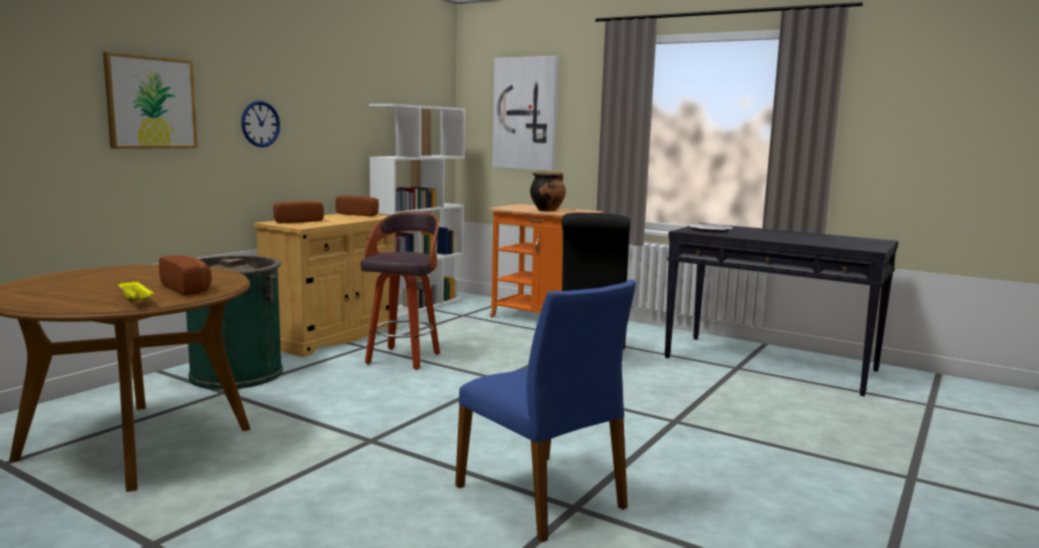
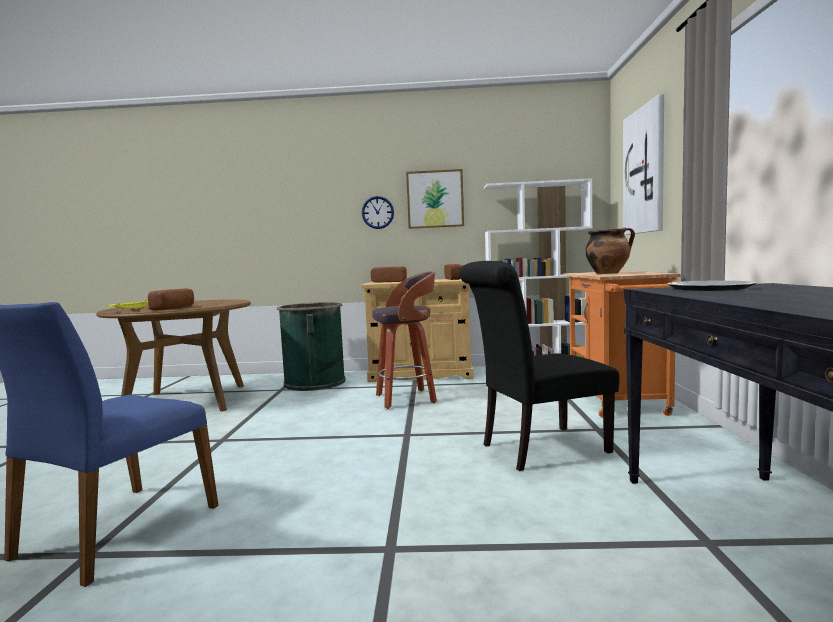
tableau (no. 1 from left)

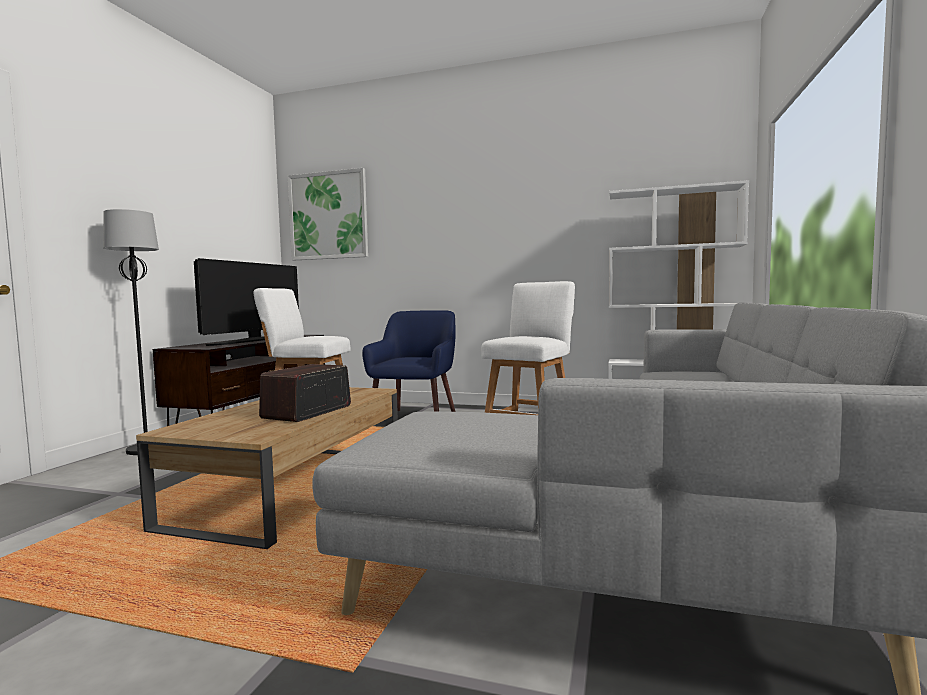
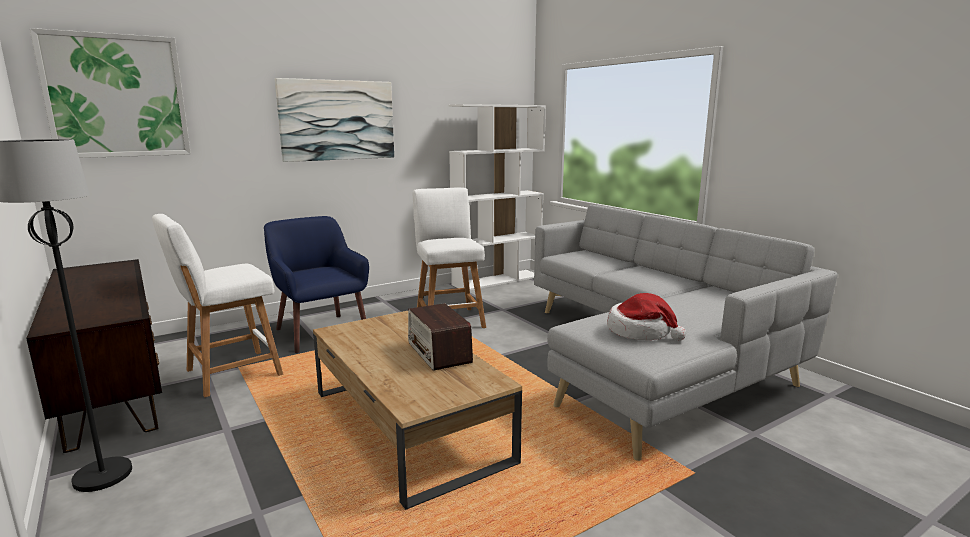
téléviseur
tableau (no. 2 from left)
chapeau

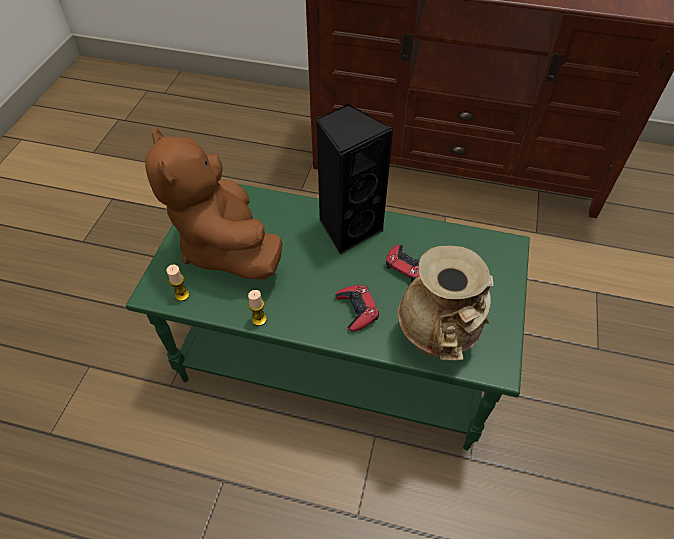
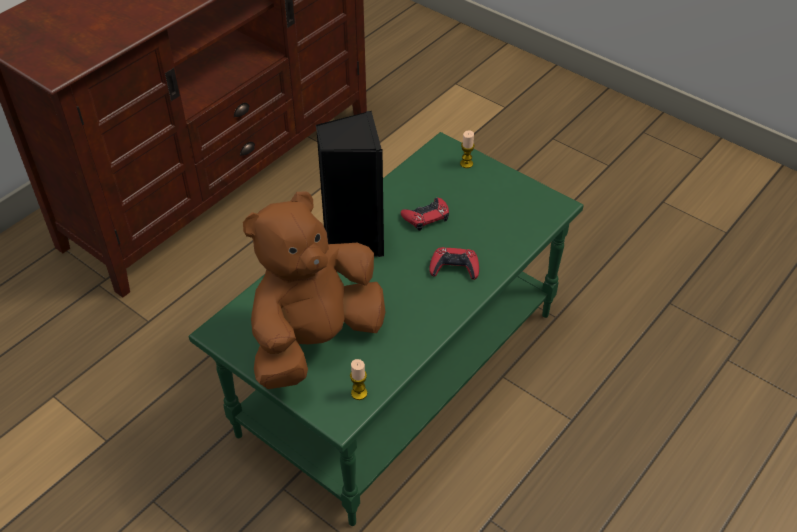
peluche (marron)
vase (beige)
bougie (no. 2 from left)

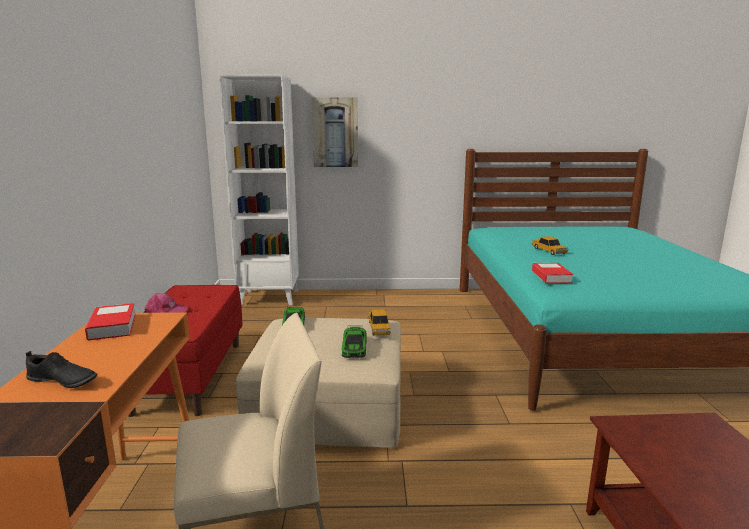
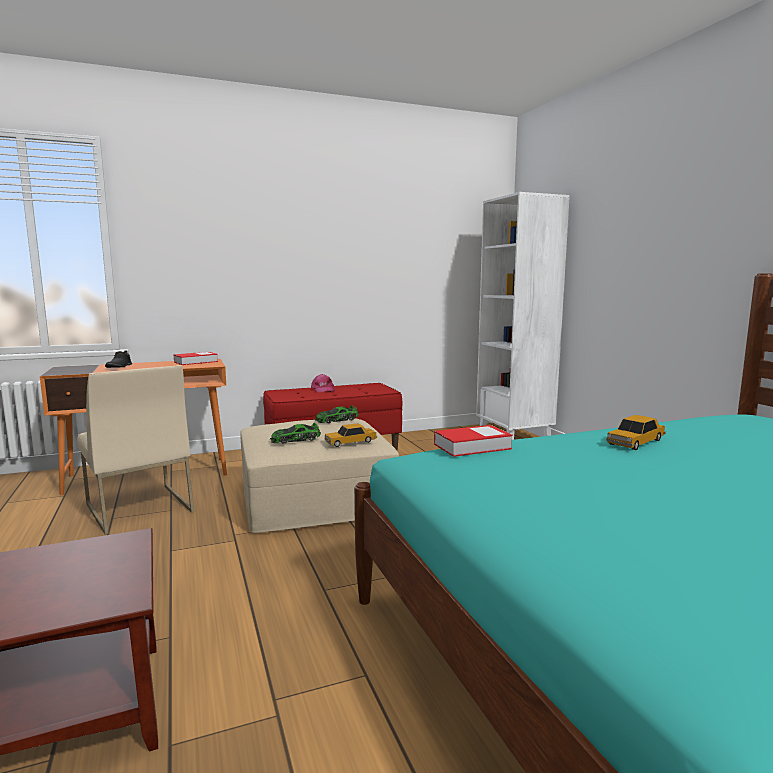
tableau

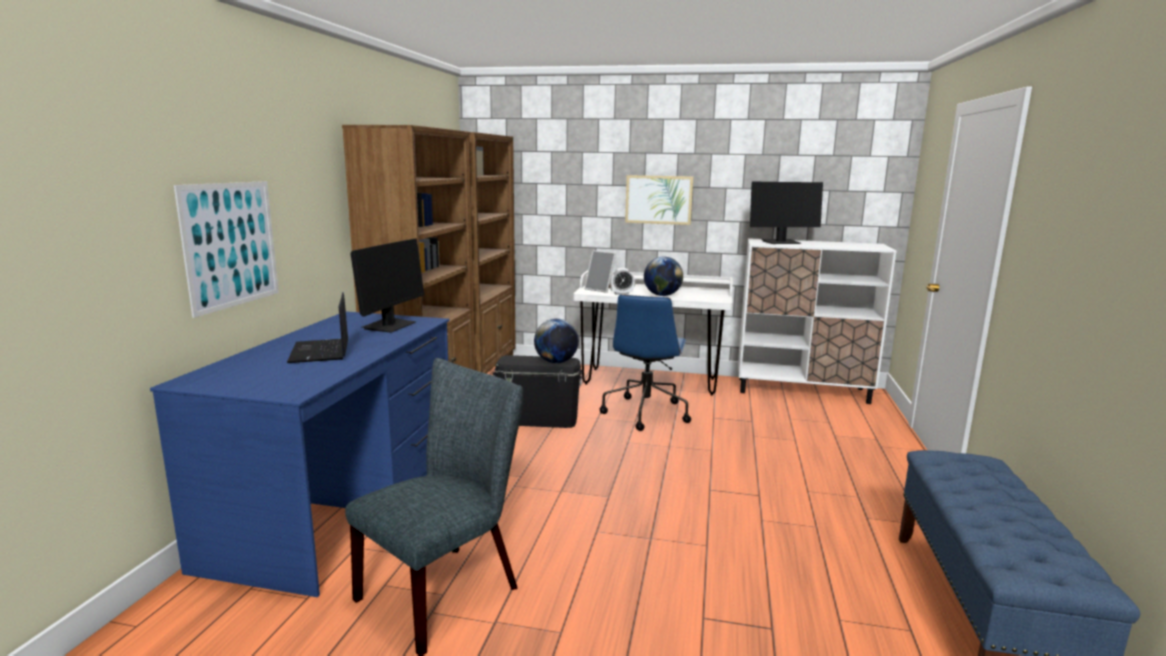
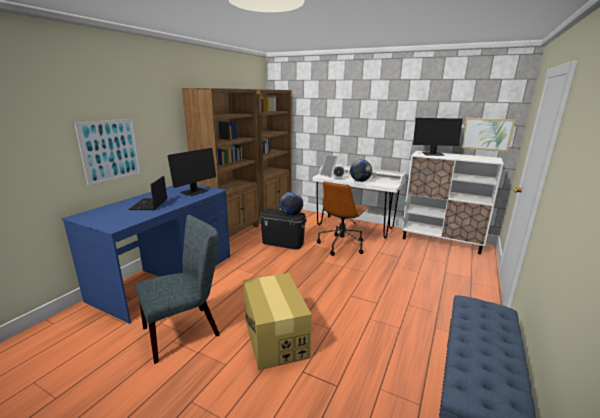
tableau (no. 2 from left)
chaise de bureau (marron)
carton

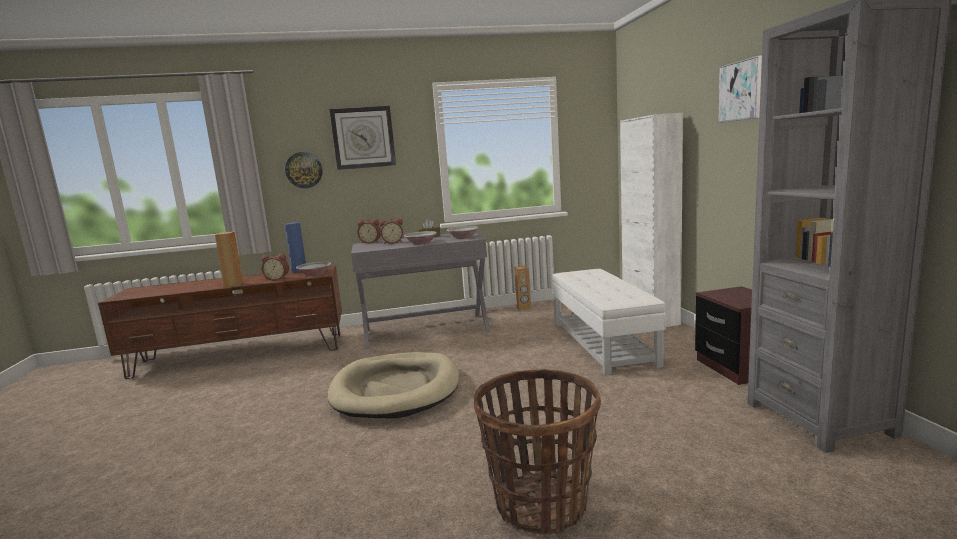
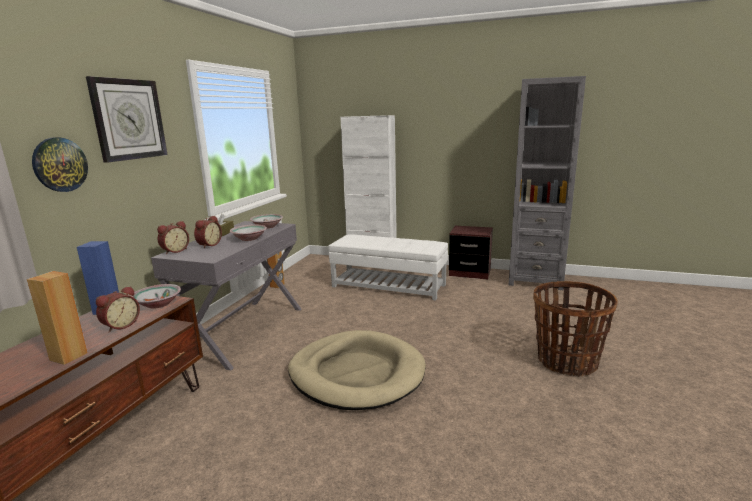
tableau

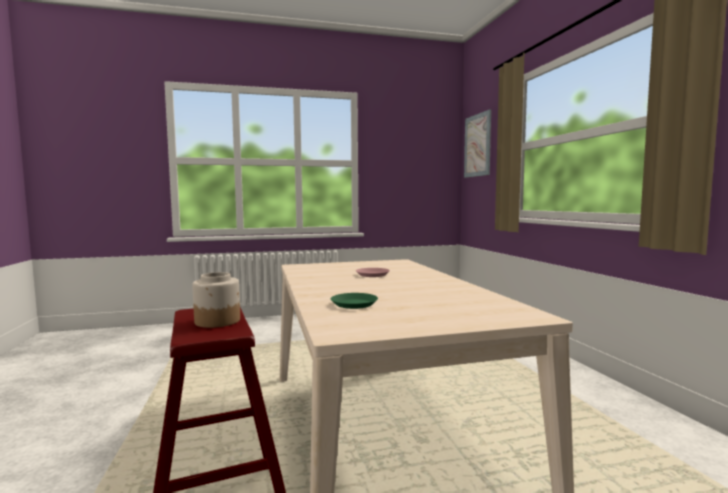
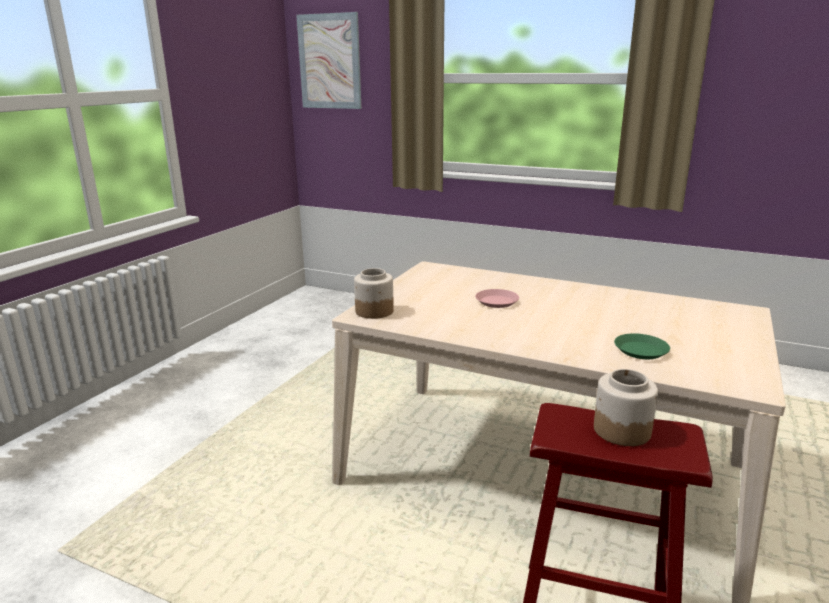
bocal (no. 1 from left)

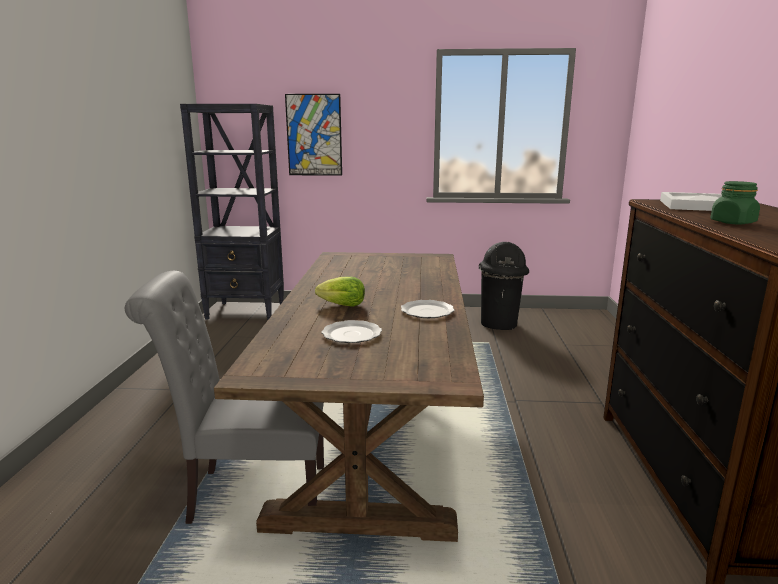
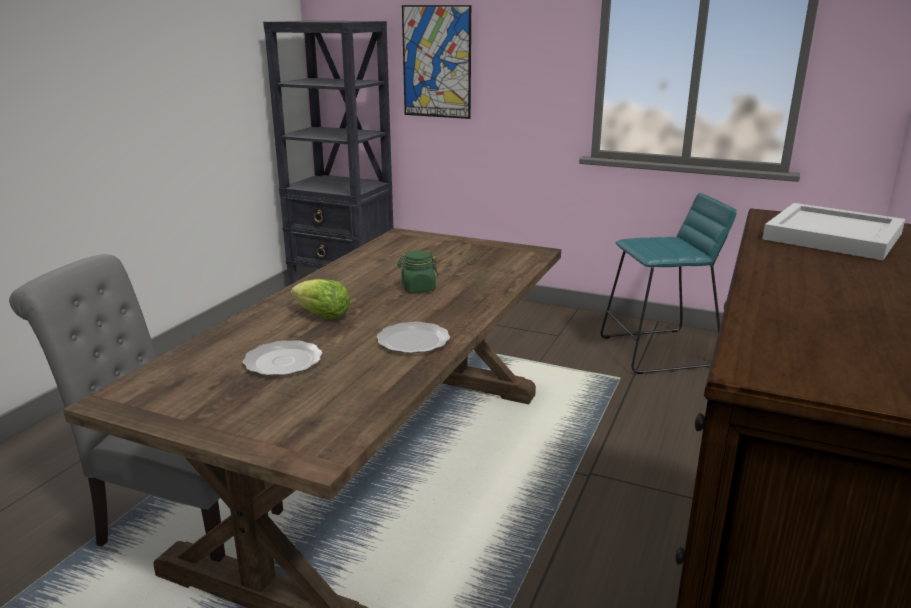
bocal (vert)
tabouret (turquoise)

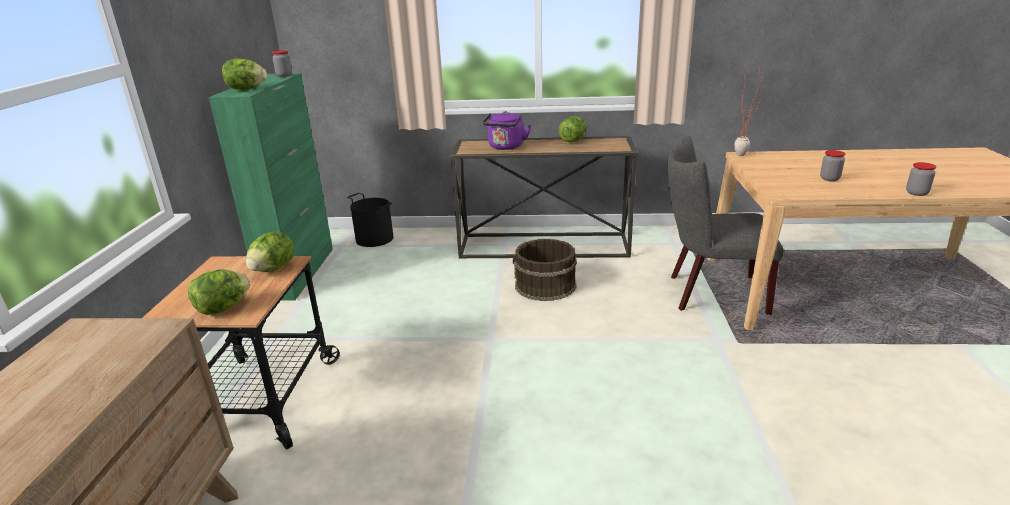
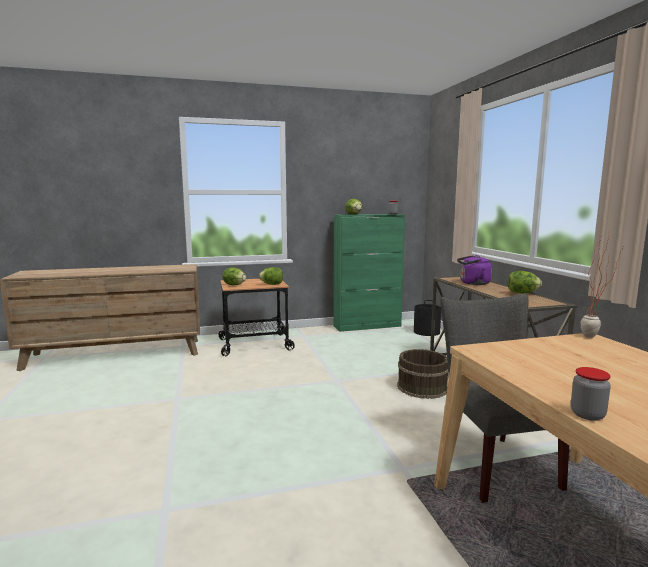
bocal (no. 2 from left in the first image)

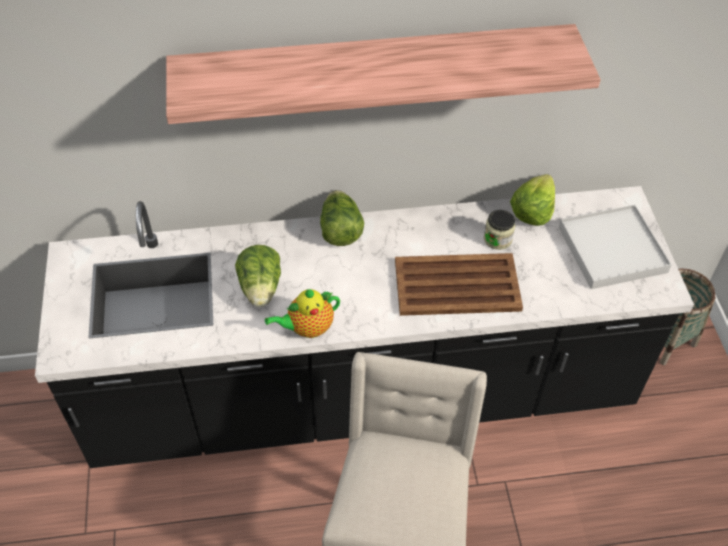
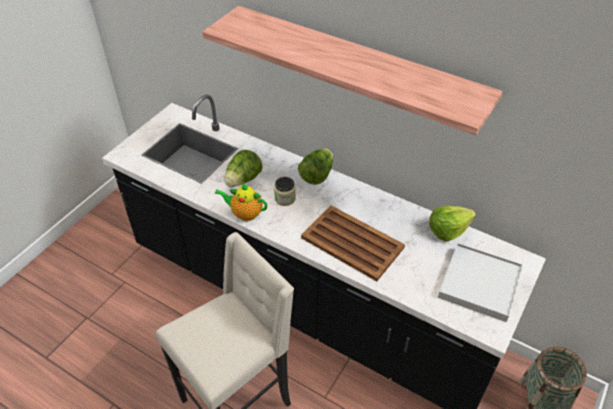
bocal

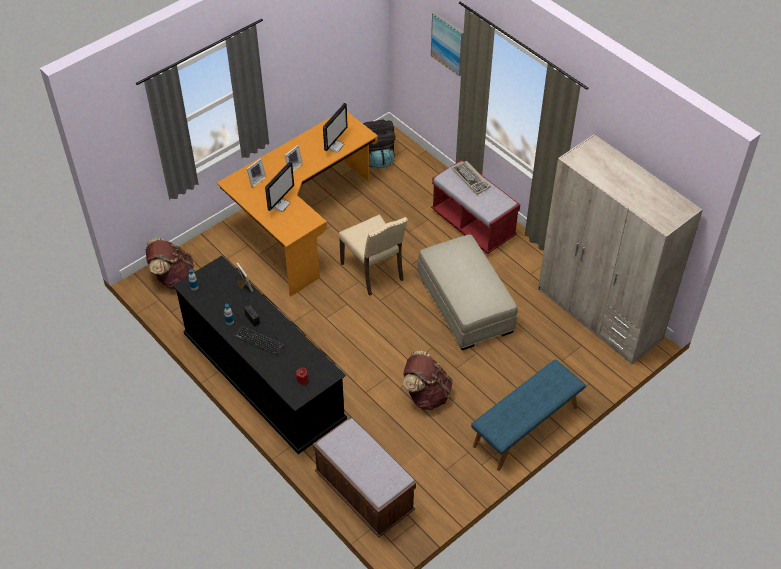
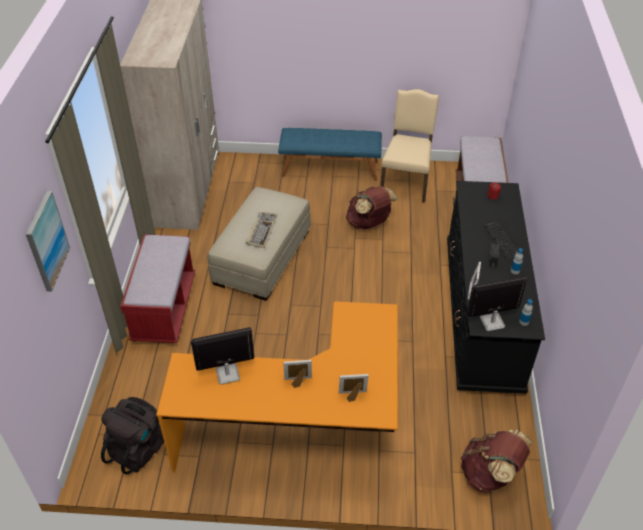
écran d'ordinateur (no. 2 from left)
clavier (no. 1 from left)
chaise (beige)

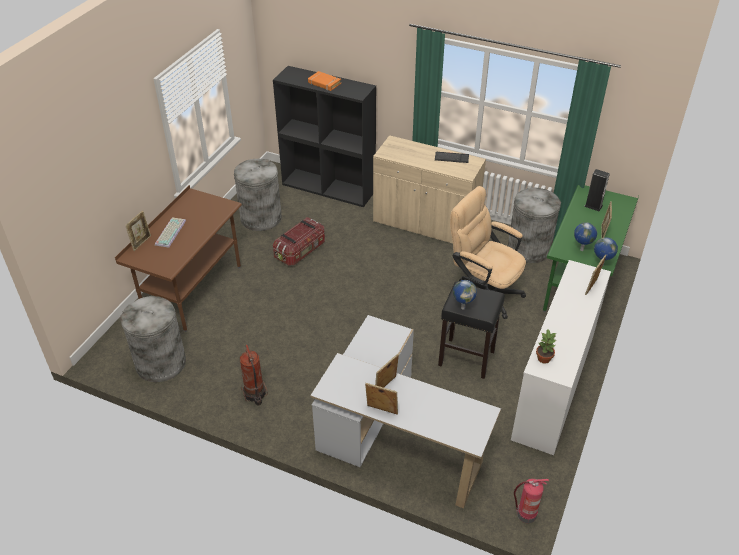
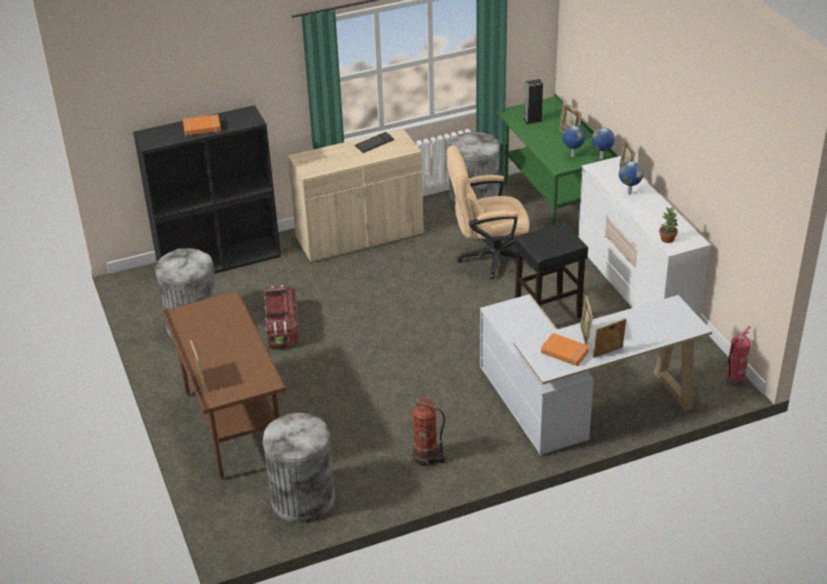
clavier (no. 1 from left in the first image)
globe (no. 3 from left)
livre (orange) (no. 2 from left)

